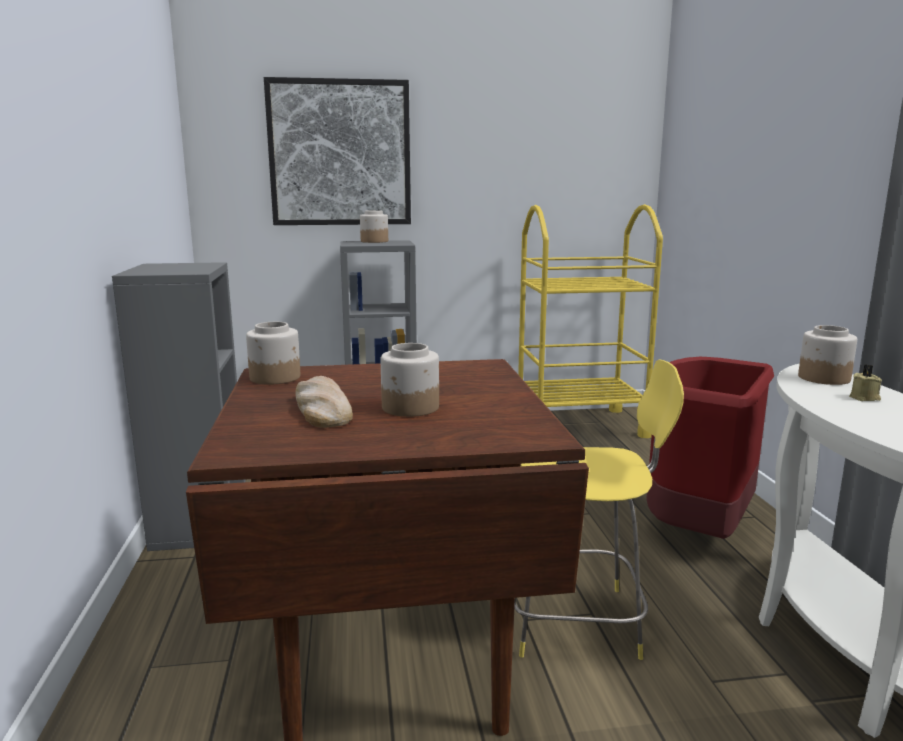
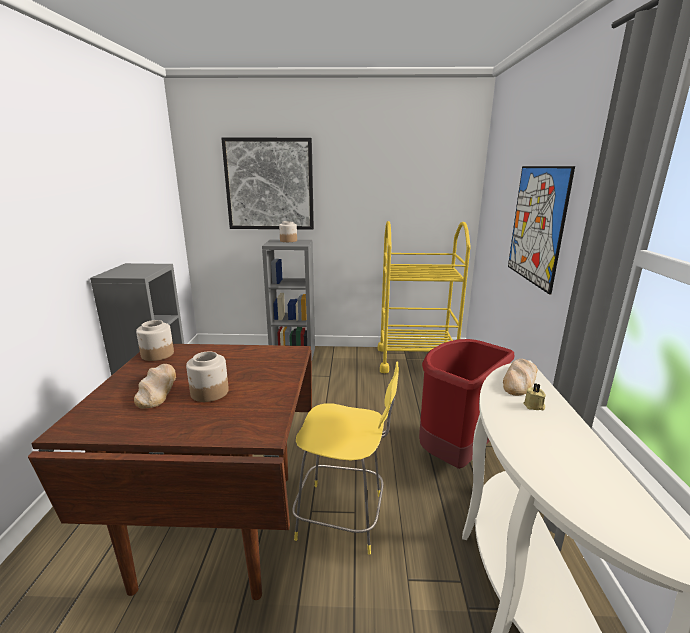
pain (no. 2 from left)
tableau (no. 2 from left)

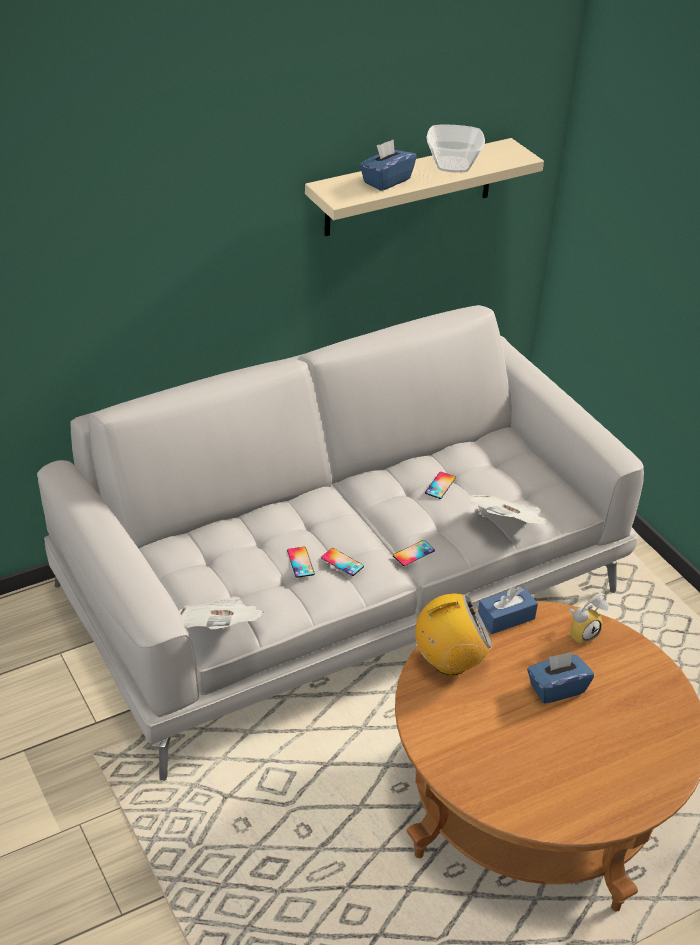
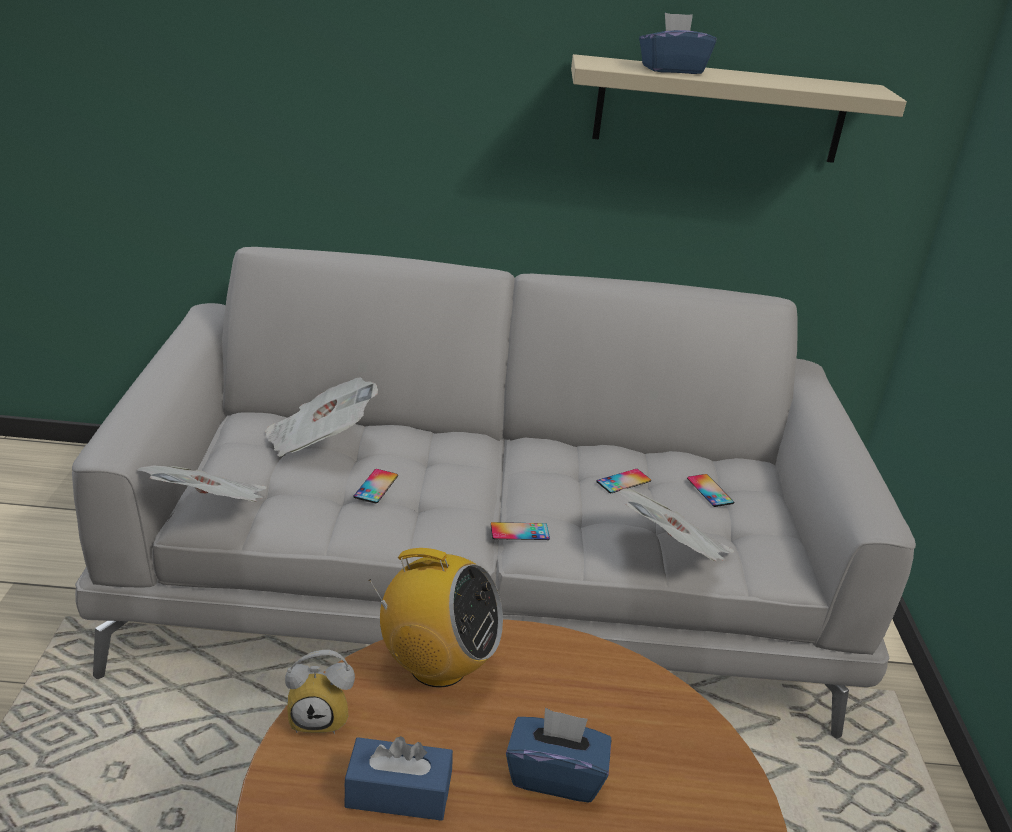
bol
téléphone (no. 4 from left)
boîte à mouchoirs (bleu) (no. 1 from left)
réveil
journal (no. 2 from left)

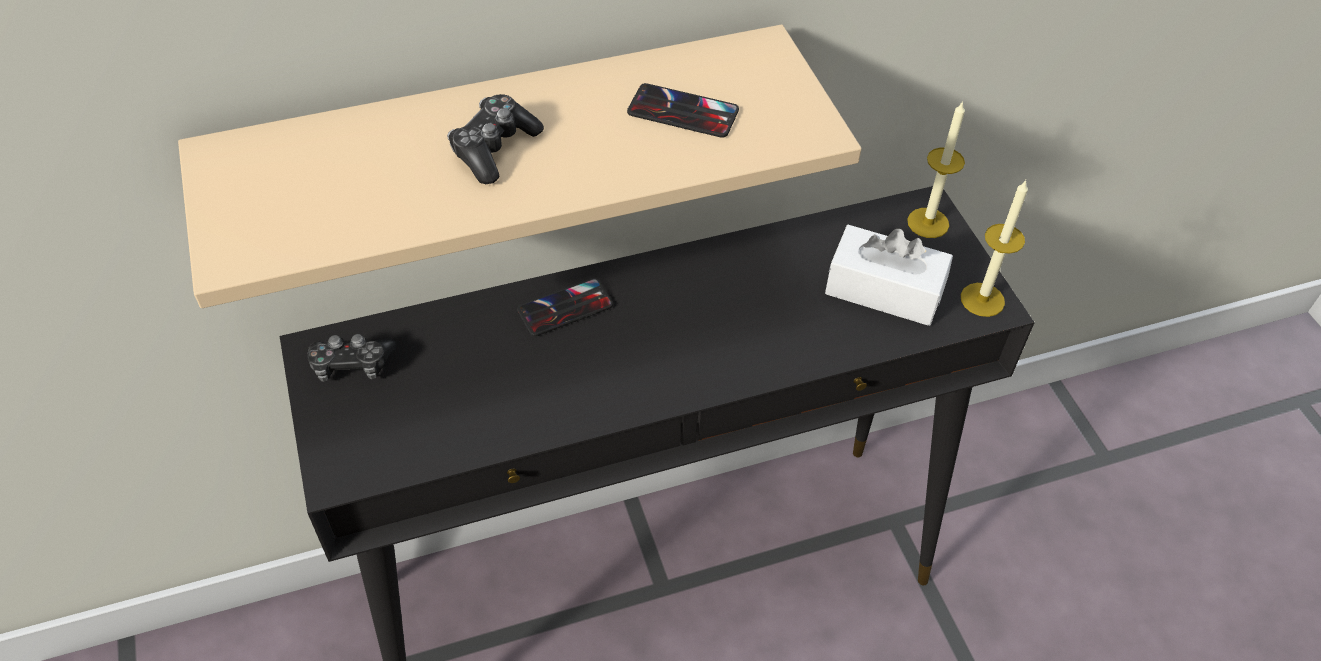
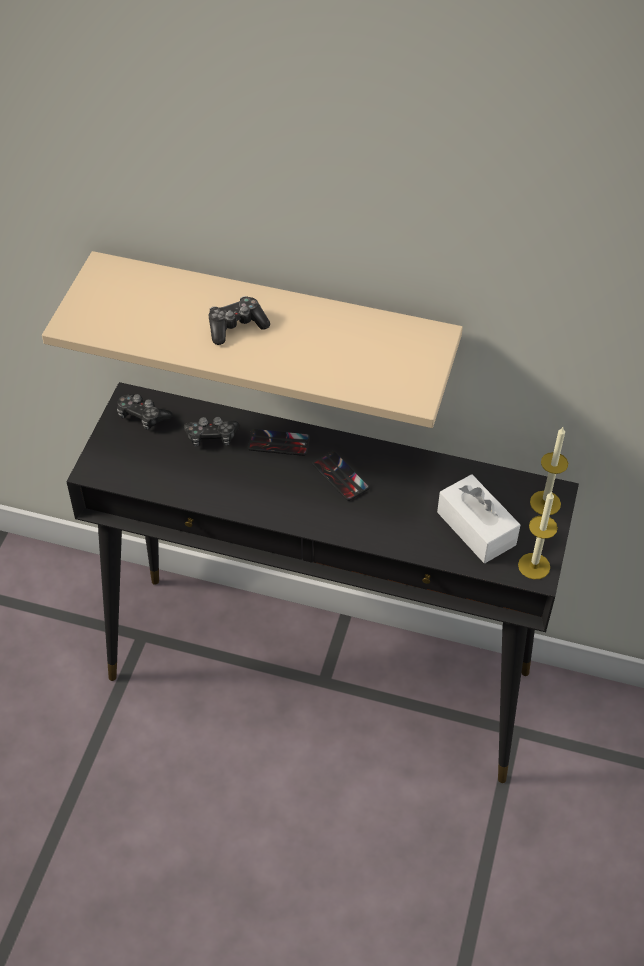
téléphone (no. 2 from left)
manette (no. 2 from left)

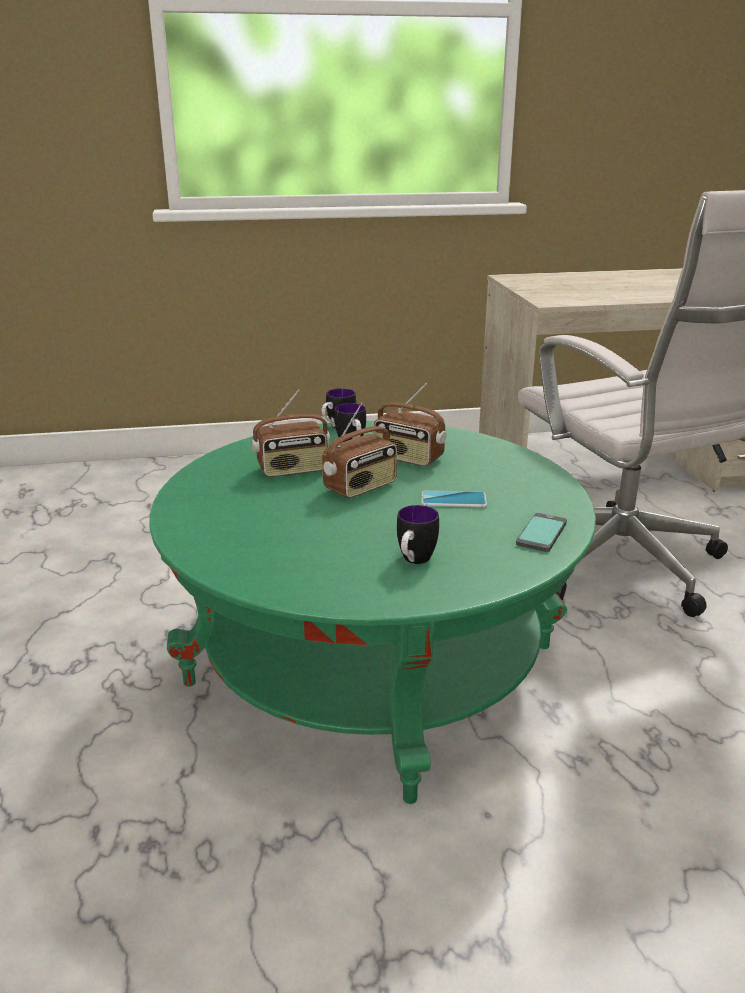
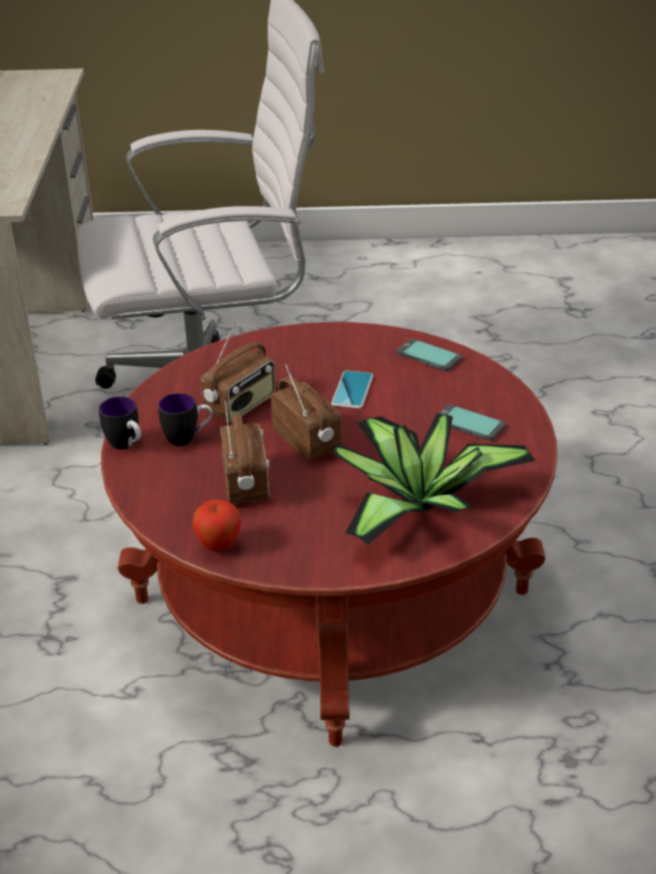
table basse (rouge)
téléphone (no. 3 from left)
plante en pot
pomme

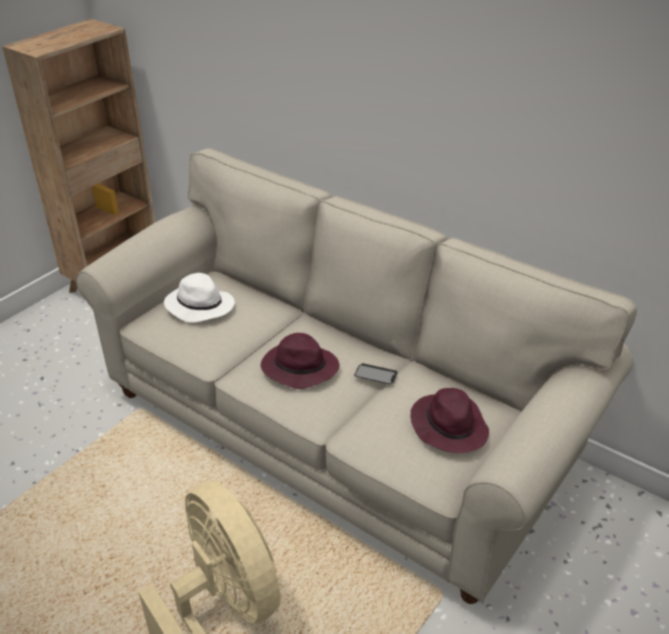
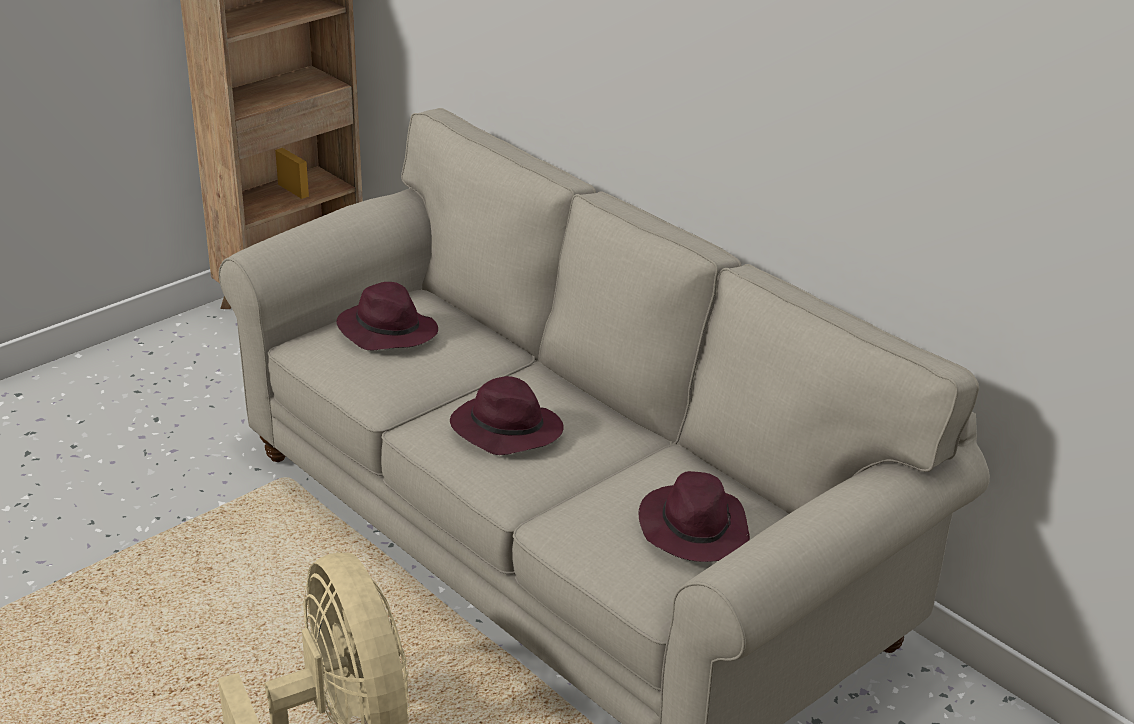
chapeau (violet) (no. 1 from left)
téléphone

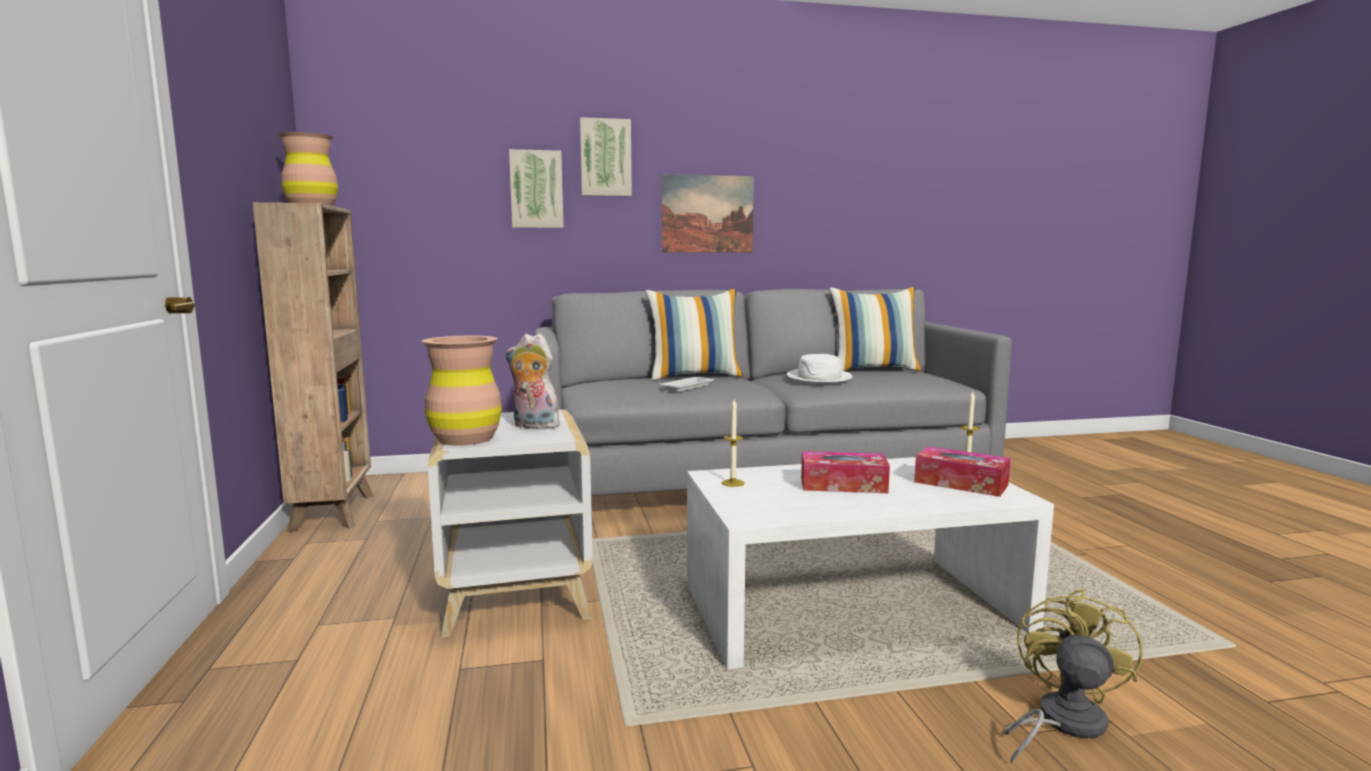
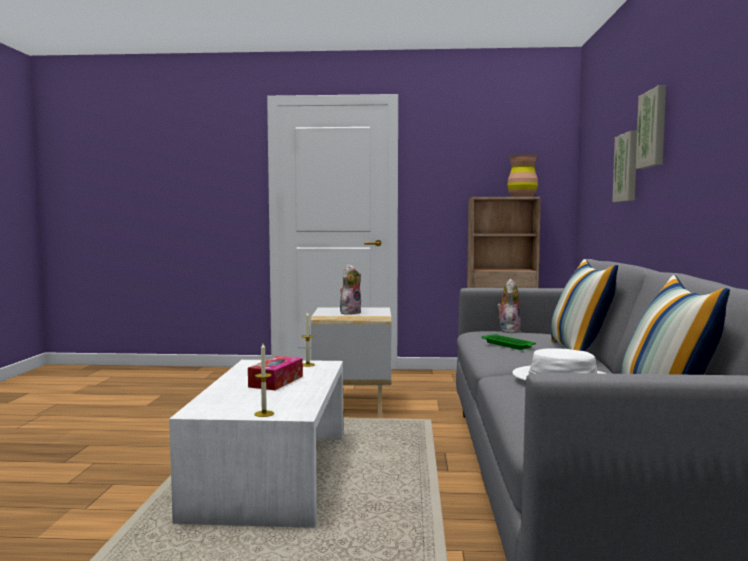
tableau (no. 3 from left in the first image)
vase (marron) (no. 2 from left in the first image)
plateau (vert)
boîte à mouchoirs (no. 2 from left in the first image)
ventilateur (jaune)
peluche (no. 2 from left)

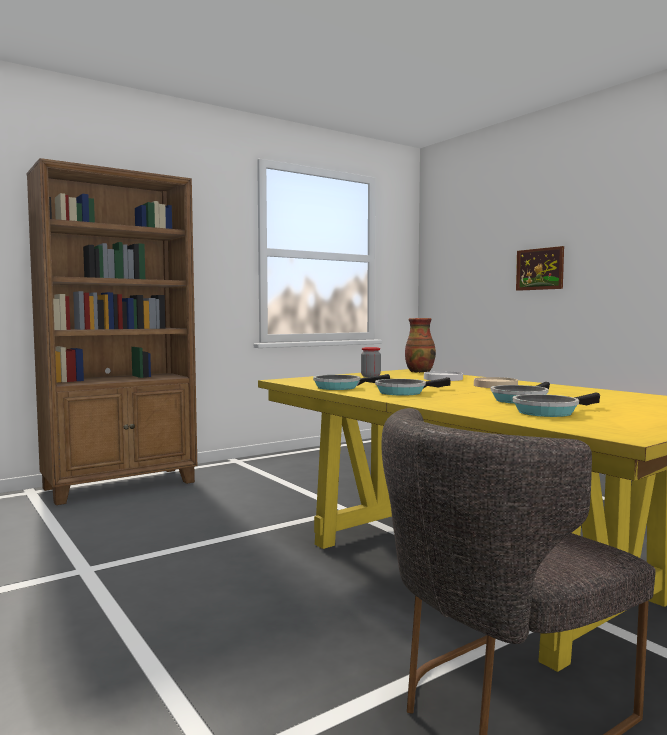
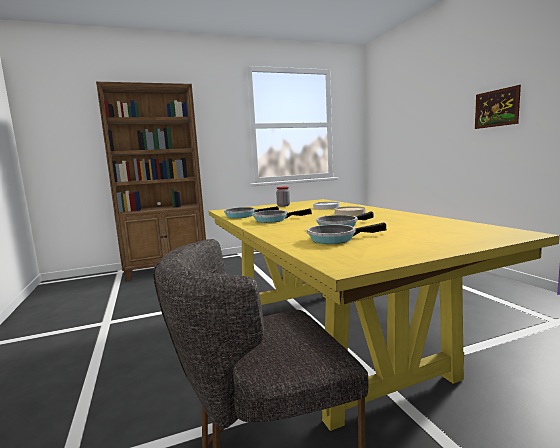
tableau
vase

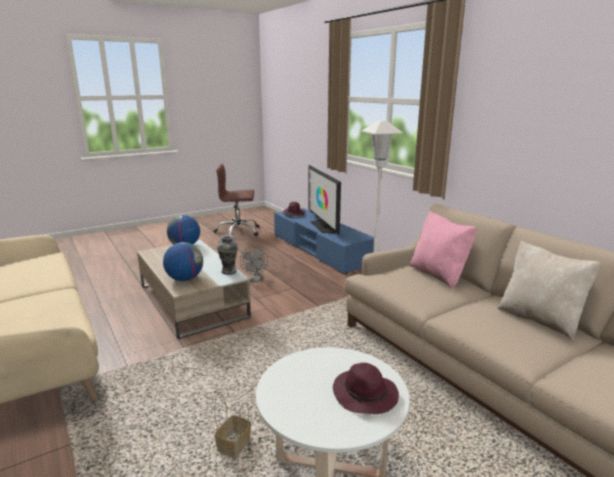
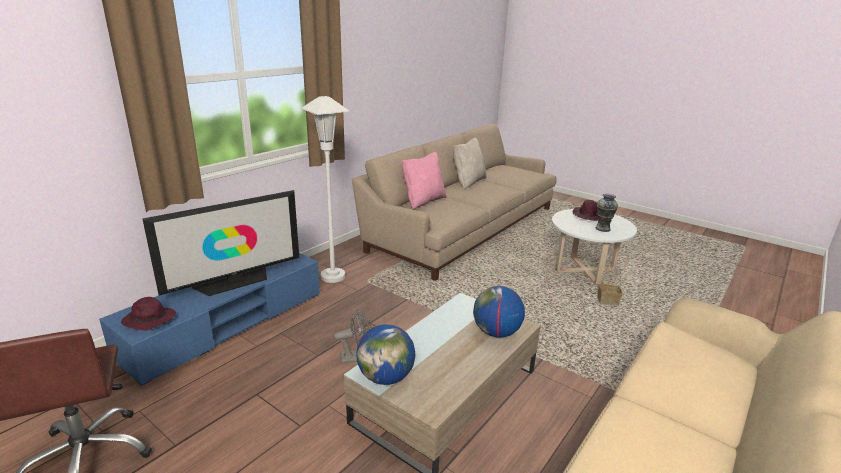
vase

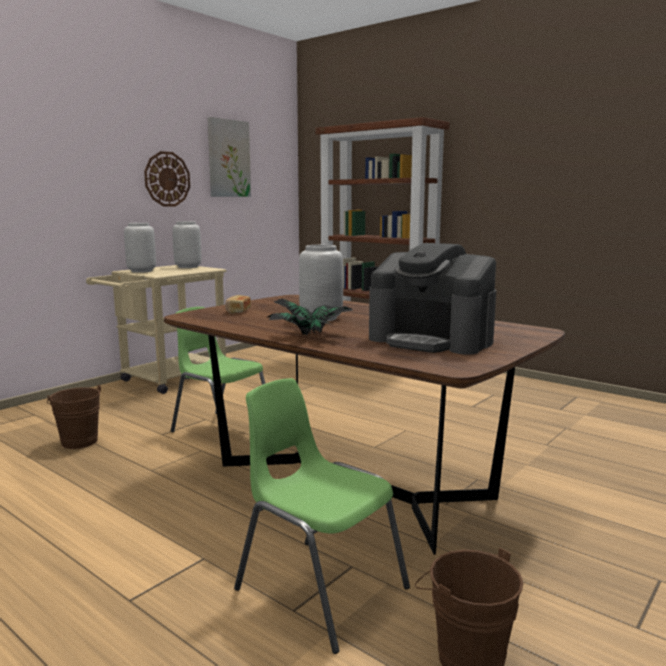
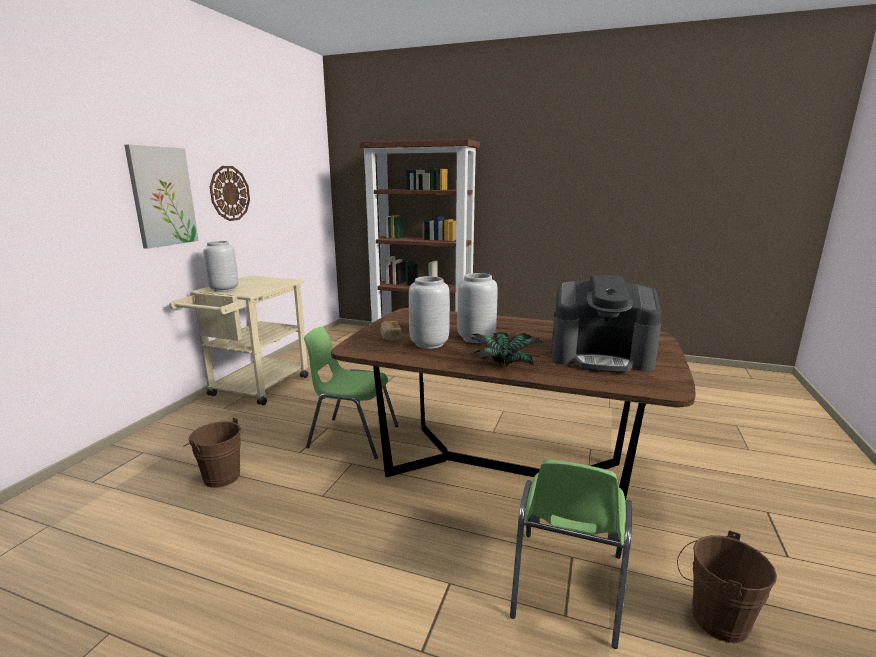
tableau
vase (gris) (no. 2 from left)
chaise (vert) (no. 2 from left)

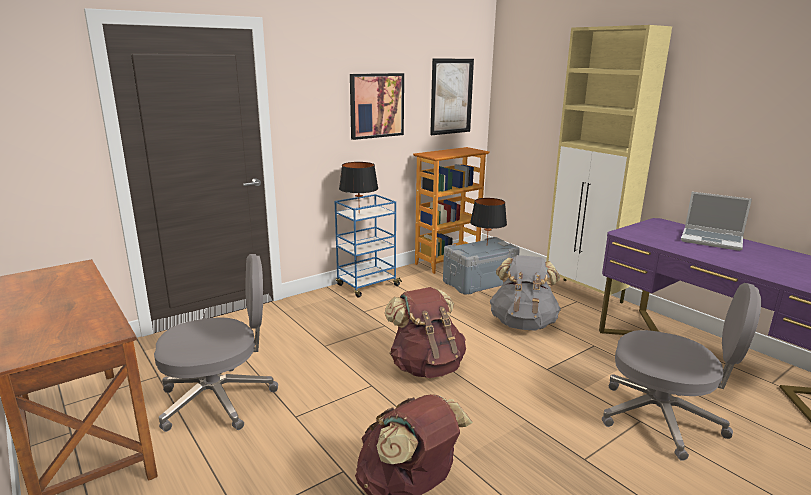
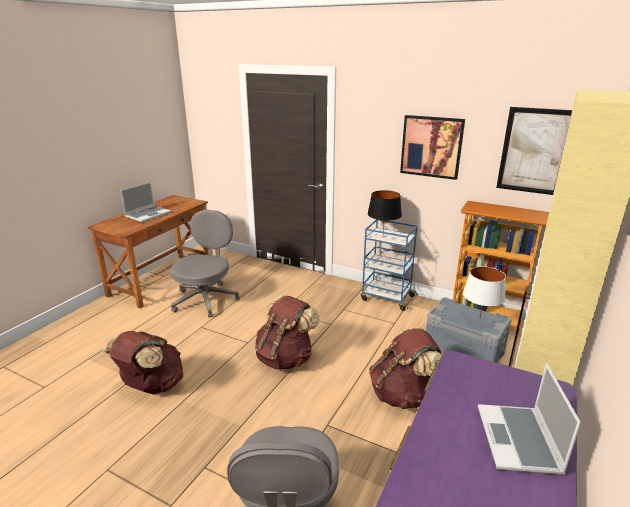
lampe de table (blanc)
chaise de bureau (gris) (no. 1 from left)
sac à dos (marron) (no. 3 from left)
ordinateur portable (no. 1 from left)

